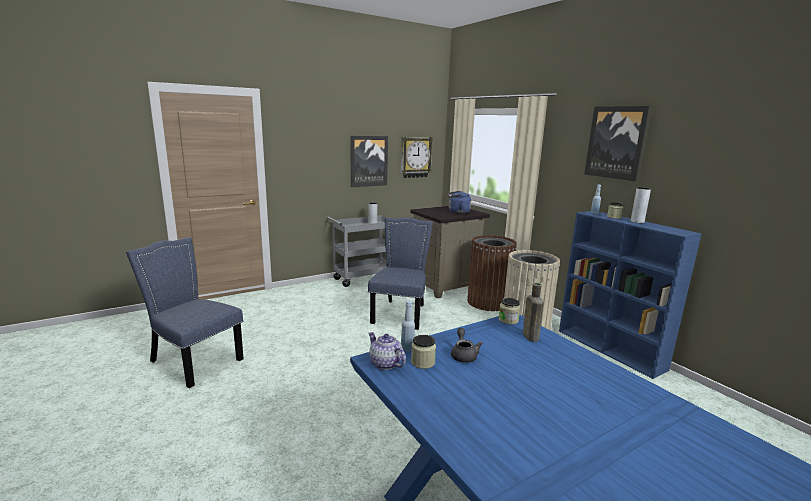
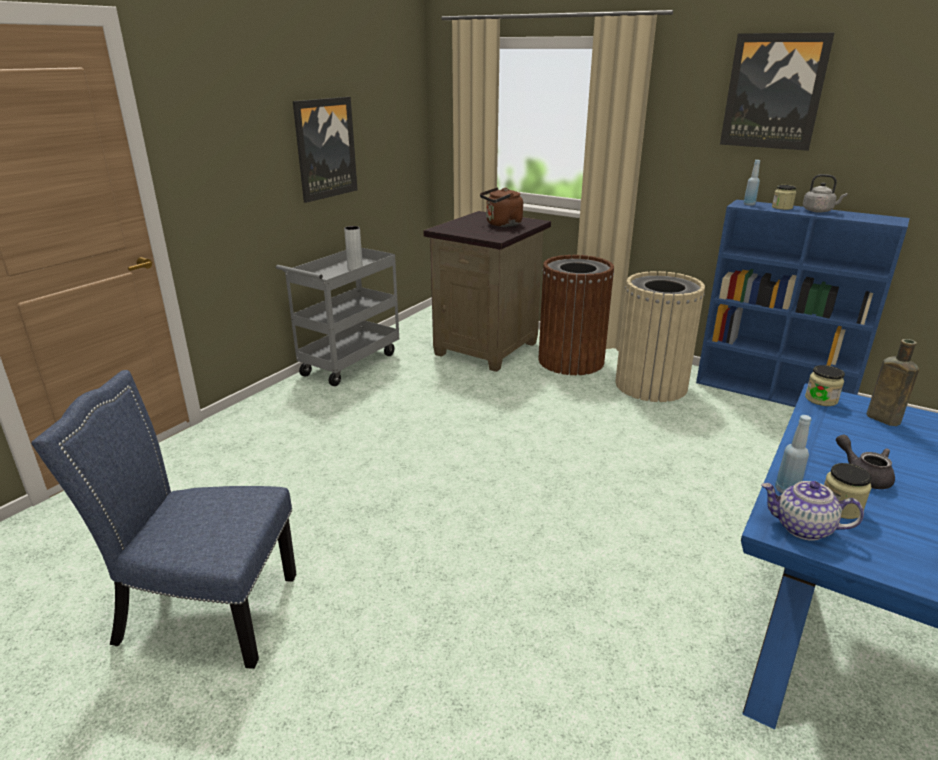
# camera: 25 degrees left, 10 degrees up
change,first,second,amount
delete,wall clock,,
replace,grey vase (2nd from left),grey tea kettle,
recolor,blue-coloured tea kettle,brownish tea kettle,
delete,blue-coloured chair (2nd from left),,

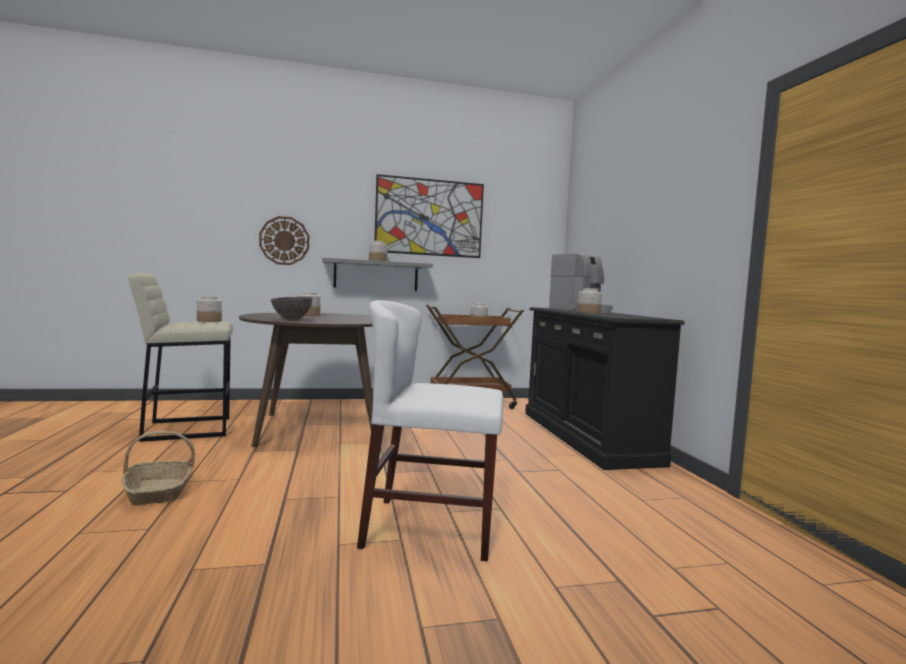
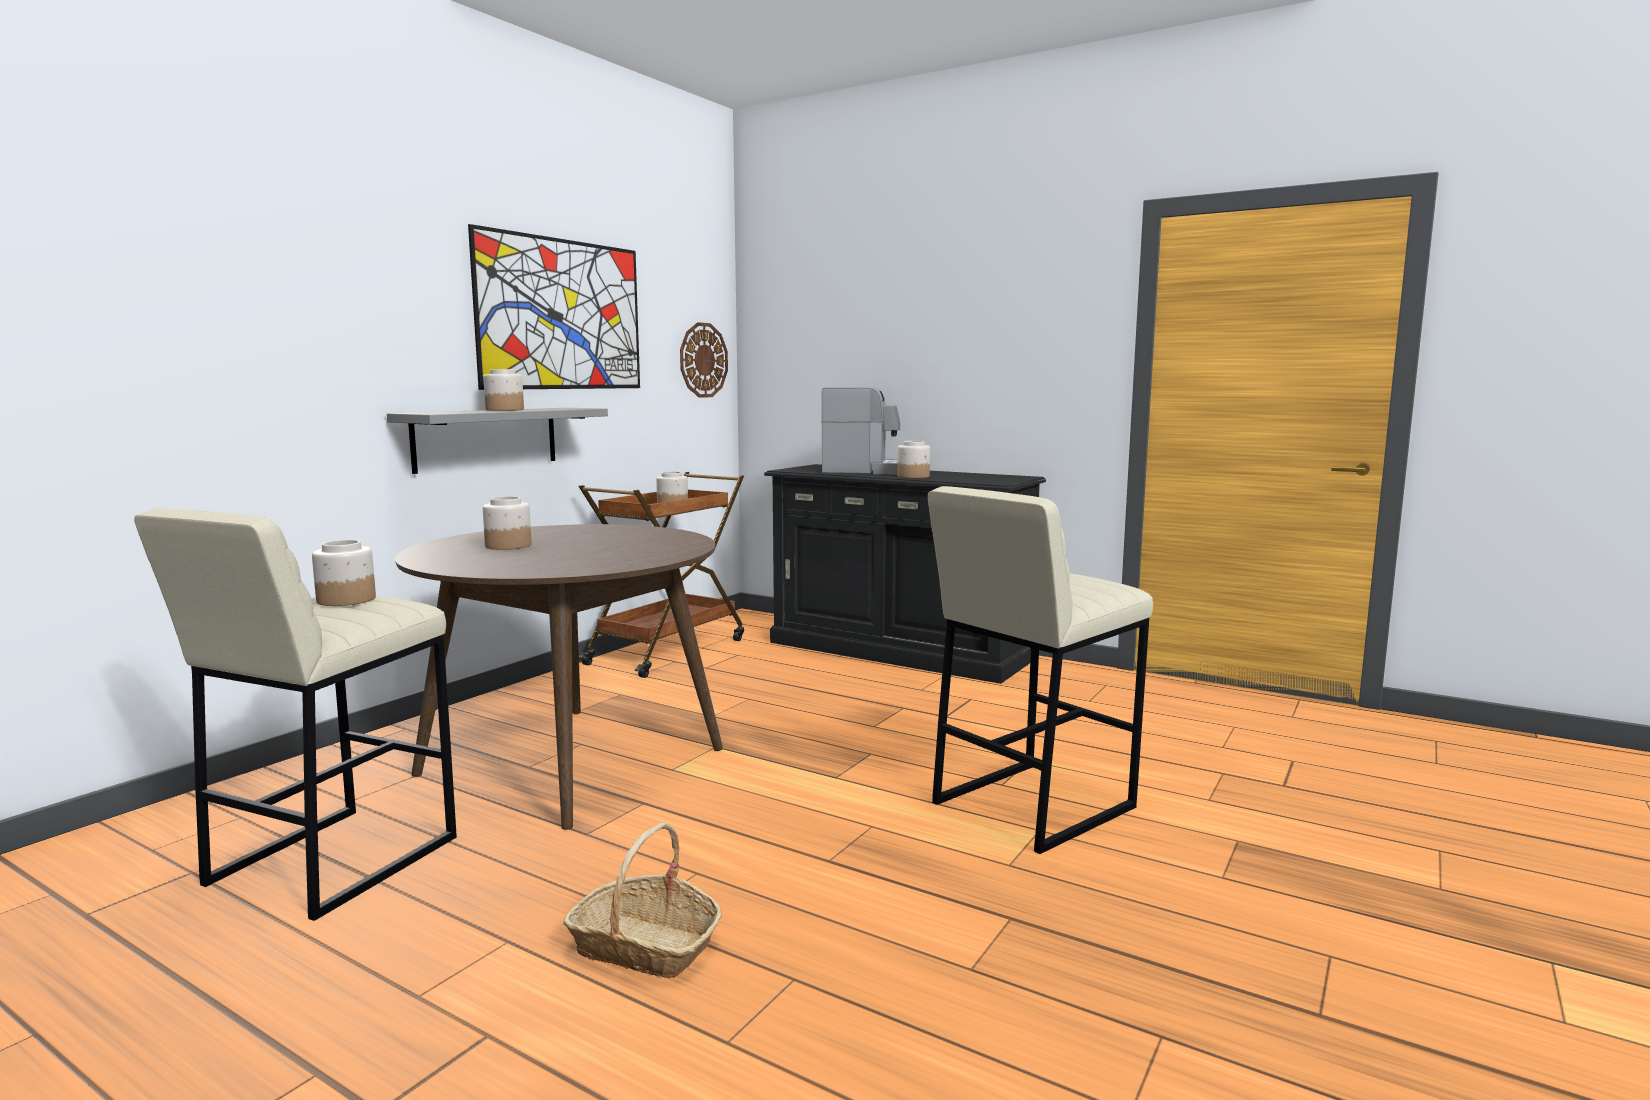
# camera: 45 degrees left, 5 degrees up
change,first,second,amount
move,wall clock,,
delete,brownish bowl,,
replace,whitish chair,beige-coloured sitting stool (2nd from left),

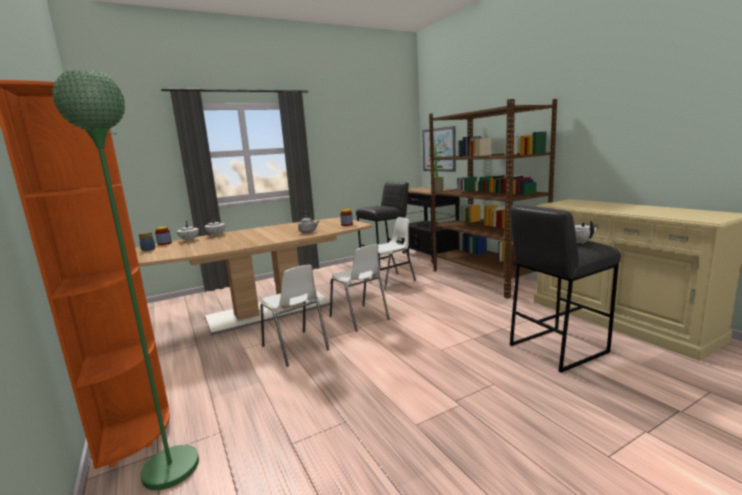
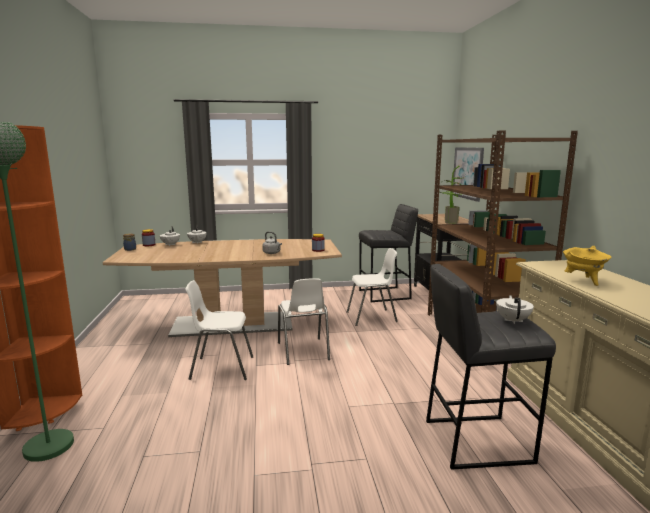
# camera: 20 degrees right, 0 degrees up
change,first,second,amount
rotate,whitish chair (1st from left),,105 degrees clockwise
insert,,yellowish cooking pot,

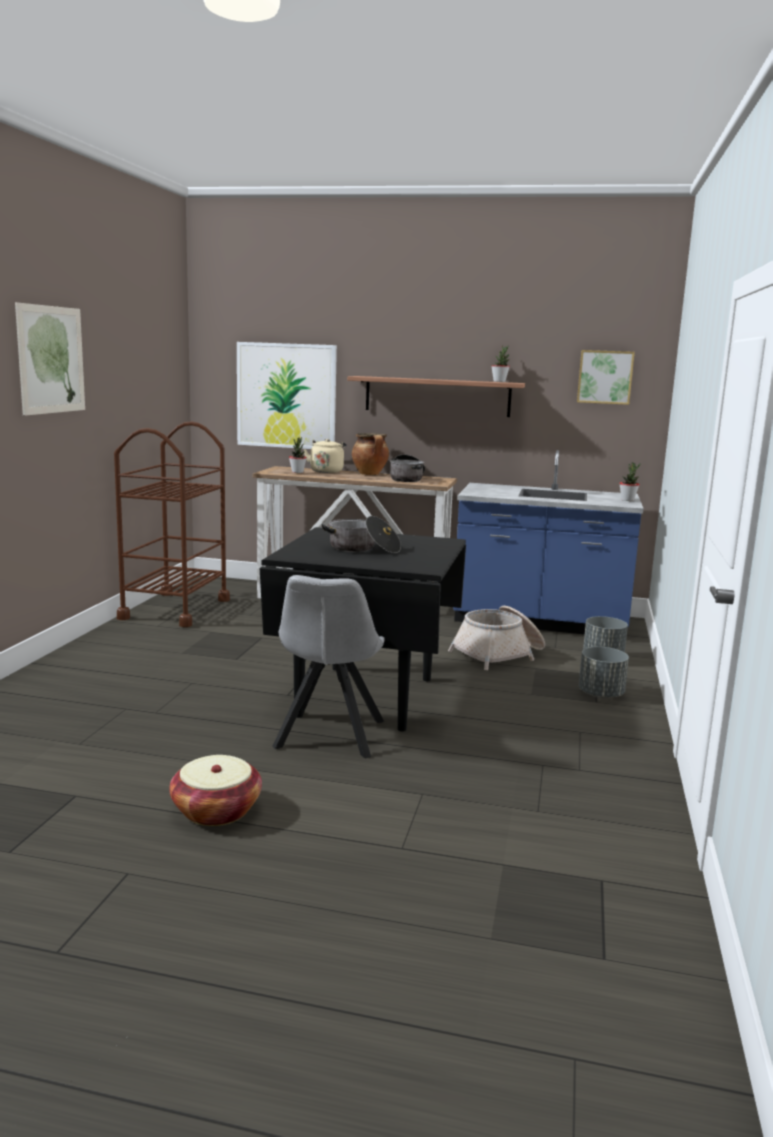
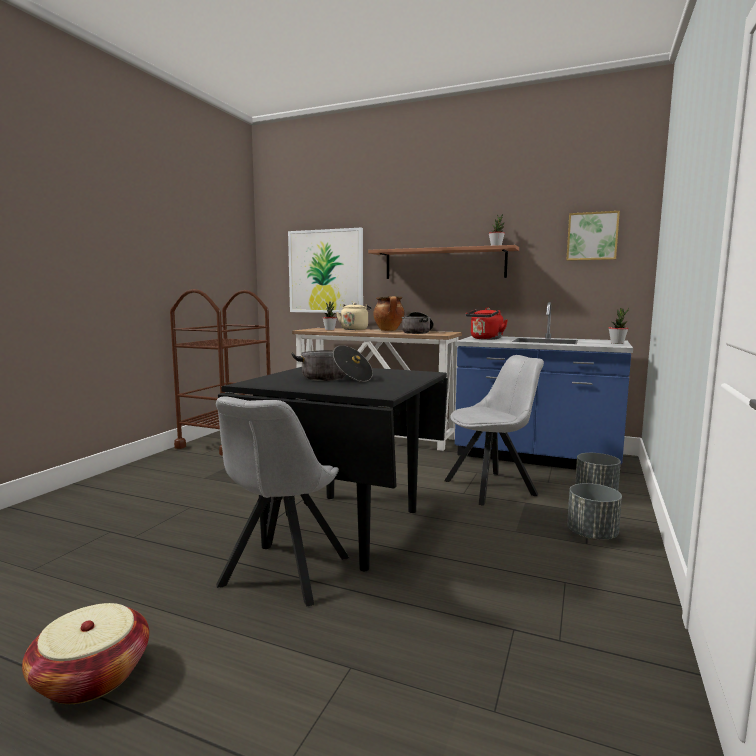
# camera: 10 degrees right, 5 degrees down
change,first,second,amount
delete,picture (1st from left),,
replace,storage basket (2nd from left),grey chair (2nd from left),
insert,,red-coloured tea kettle,

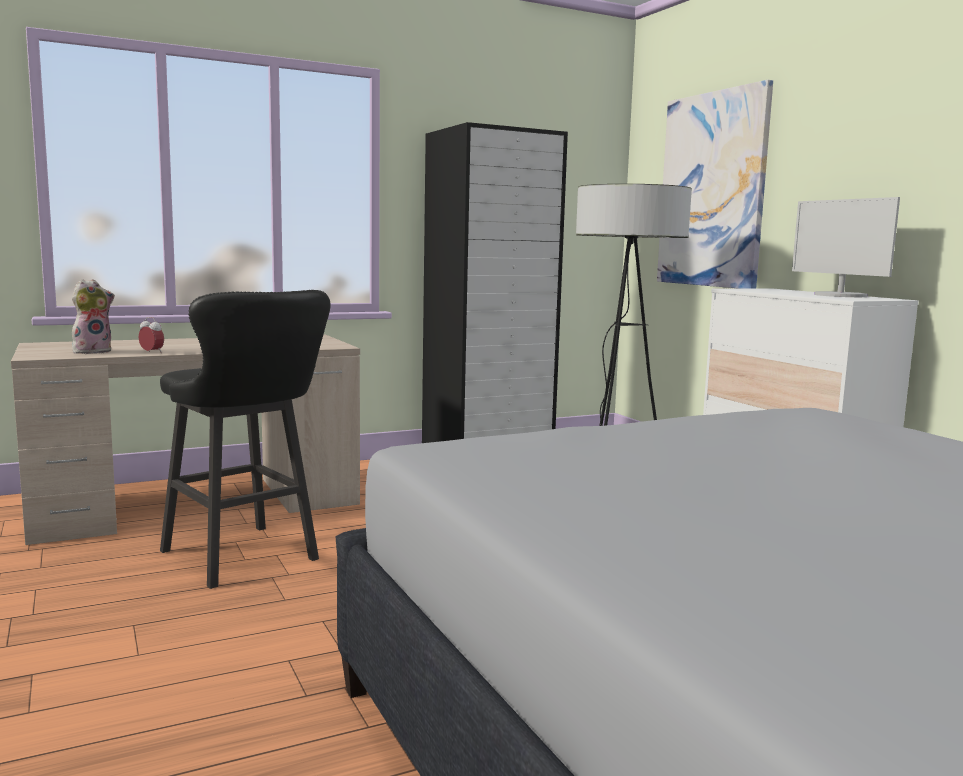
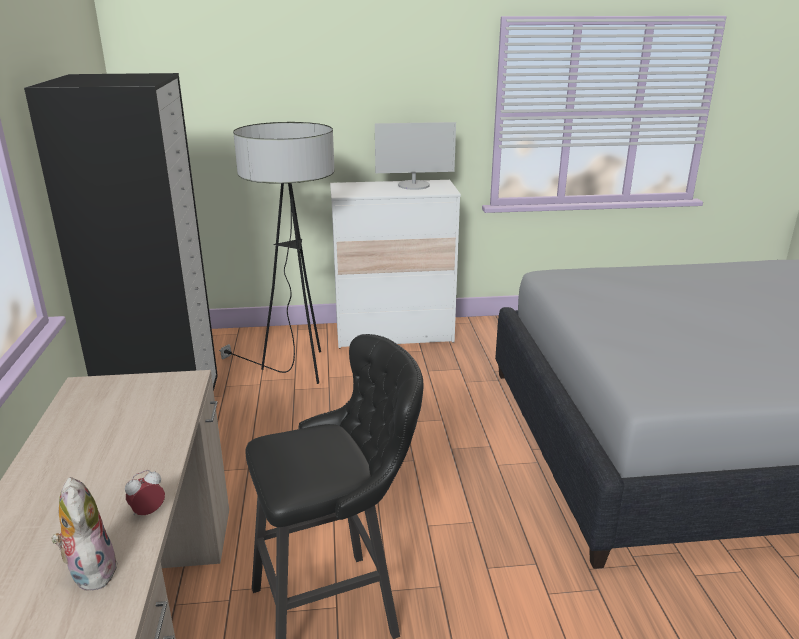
# camera: 70 degrees left, 15 degrees up
change,first,second,amount
delete,picture,,

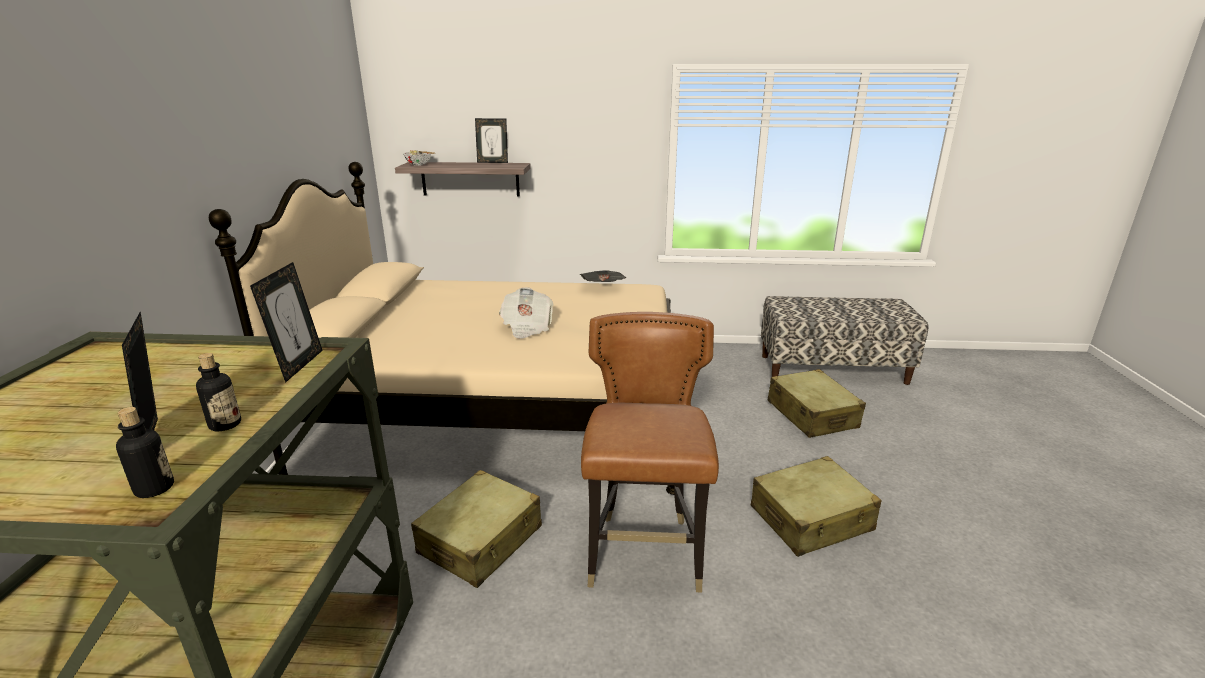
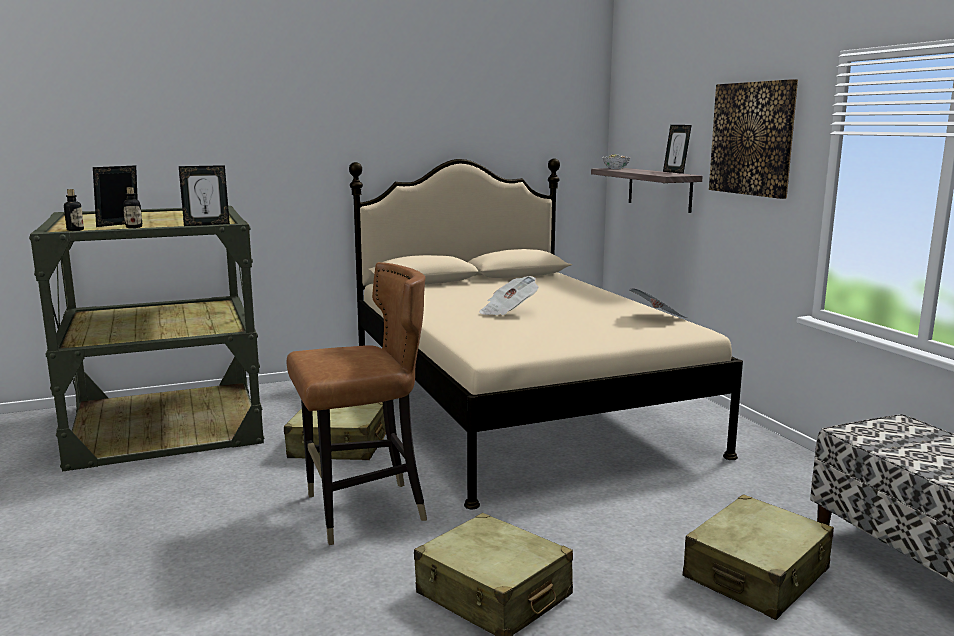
# camera: 65 degrees right, 10 degrees down
change,first,second,amount
insert,,picture,

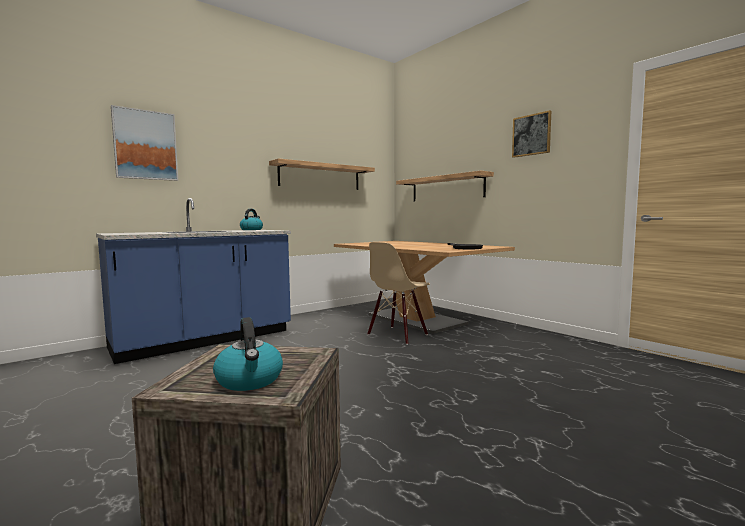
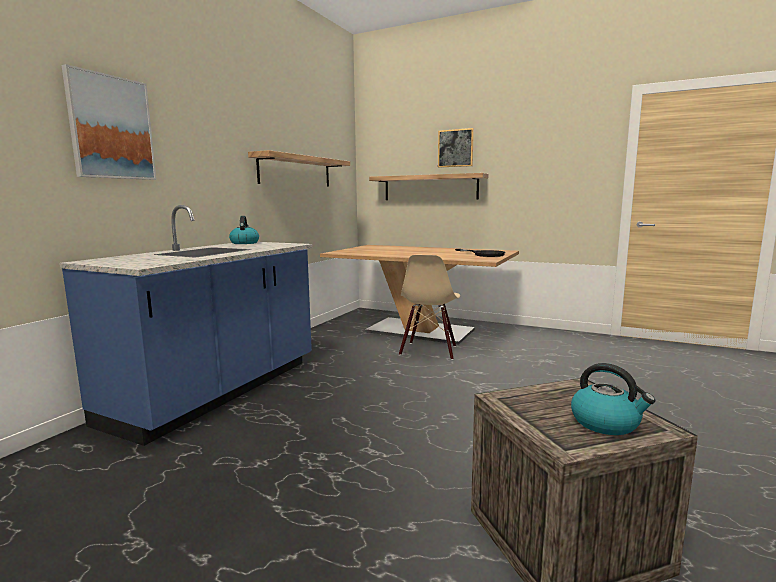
# camera: 25 degrees left, 5 degrees up
change,first,second,amount
move,picture (2nd from left),,

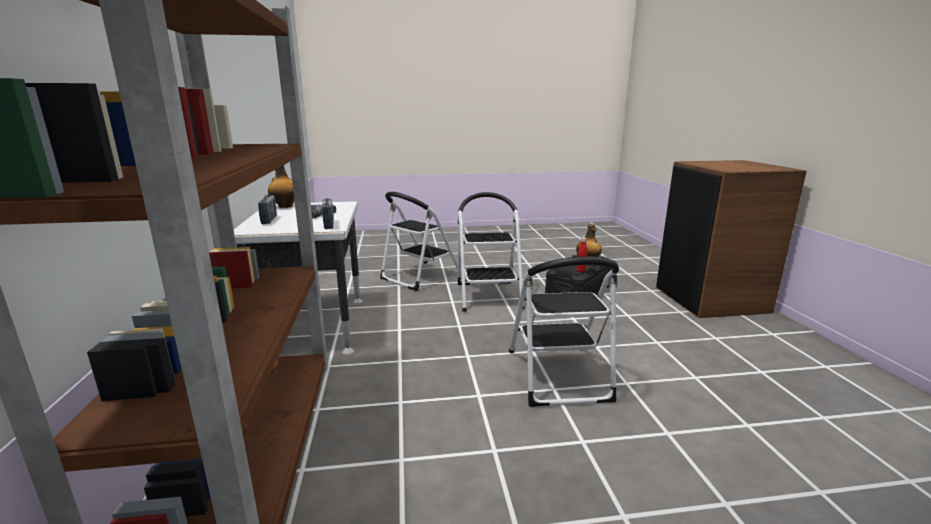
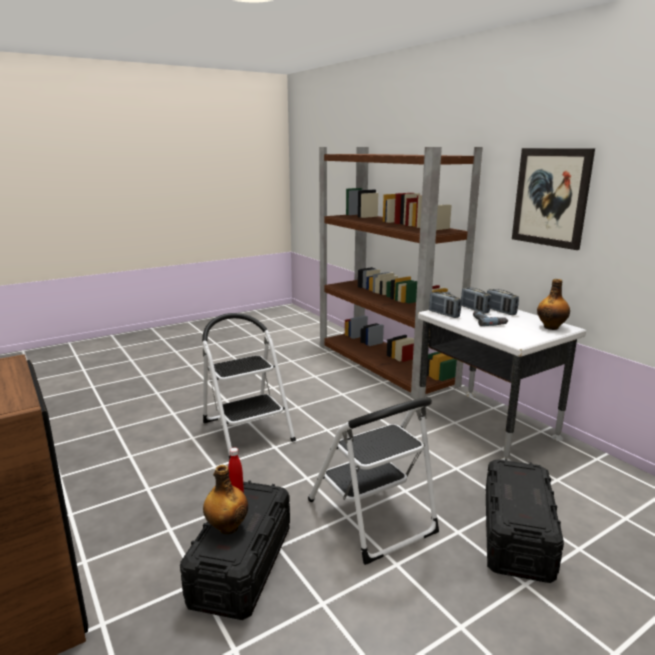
# camera: 155 degrees right, 0 degrees up
change,first,second,amount
replace,step stool (1st from left),blackish storage box (2nd from left),
insert,,picture,
insert,,radio set (2nd from left),

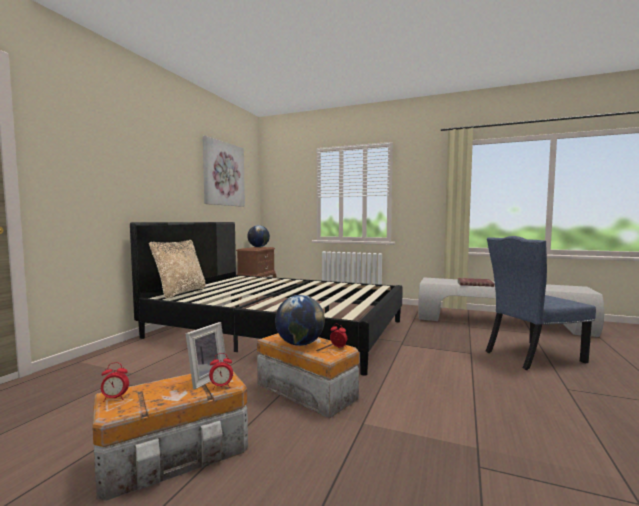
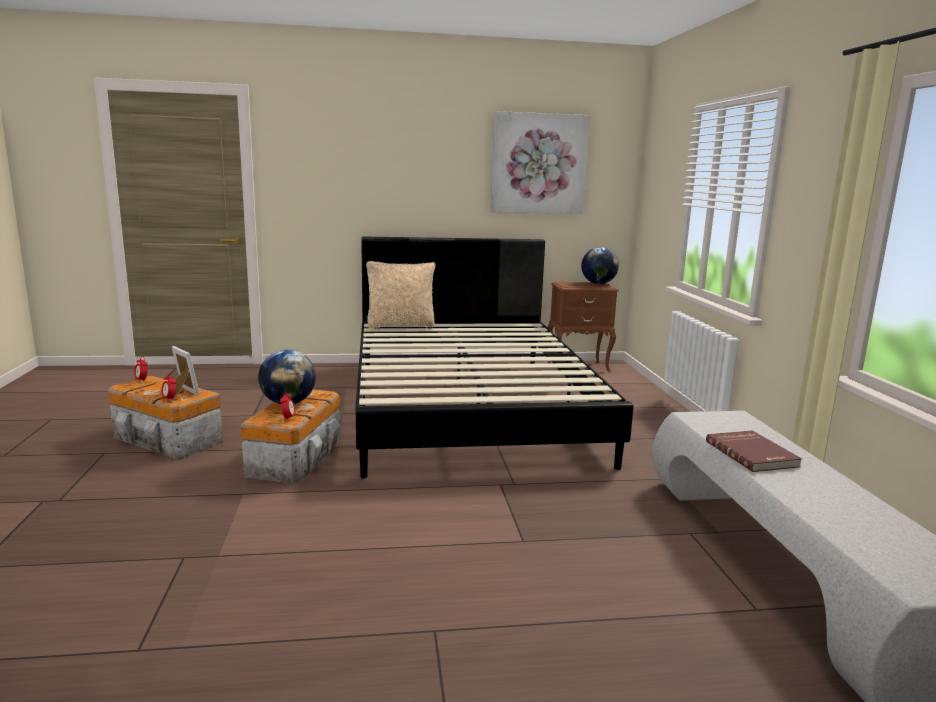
# camera: 60 degrees right, 10 degrees up
change,first,second,amount
delete,blue-coloured chair,,
rotate,picture frame,,135 degrees counterclockwise

